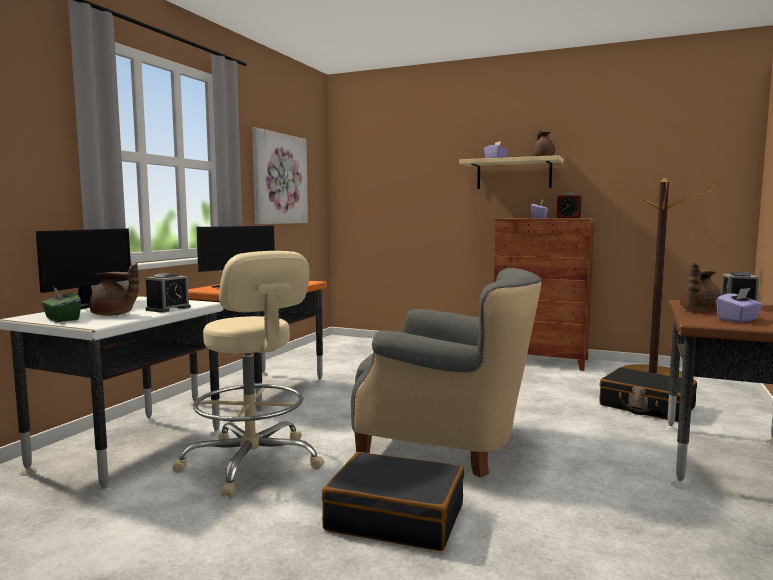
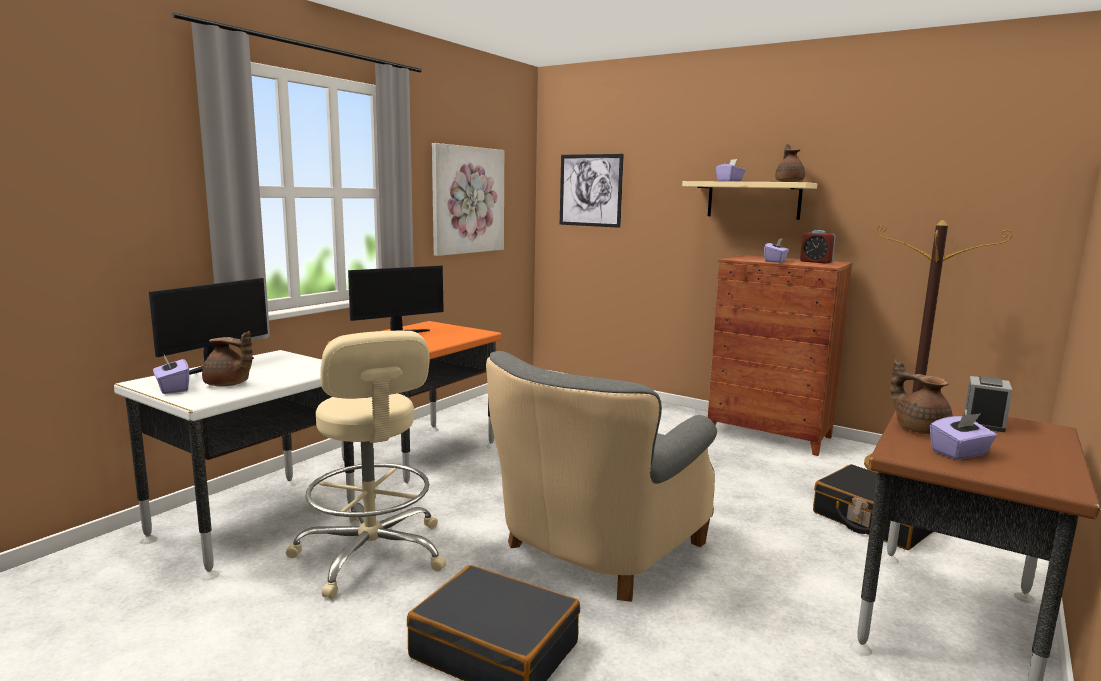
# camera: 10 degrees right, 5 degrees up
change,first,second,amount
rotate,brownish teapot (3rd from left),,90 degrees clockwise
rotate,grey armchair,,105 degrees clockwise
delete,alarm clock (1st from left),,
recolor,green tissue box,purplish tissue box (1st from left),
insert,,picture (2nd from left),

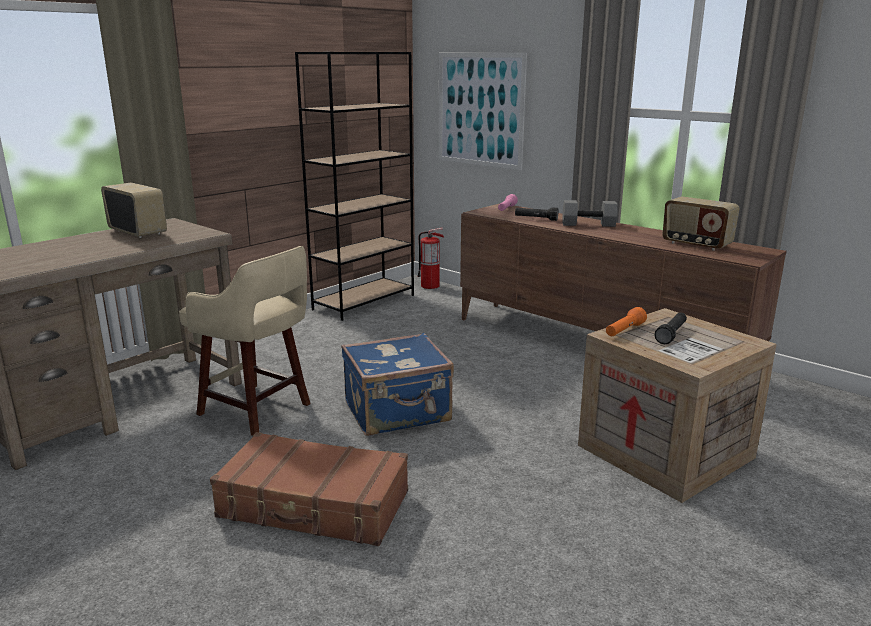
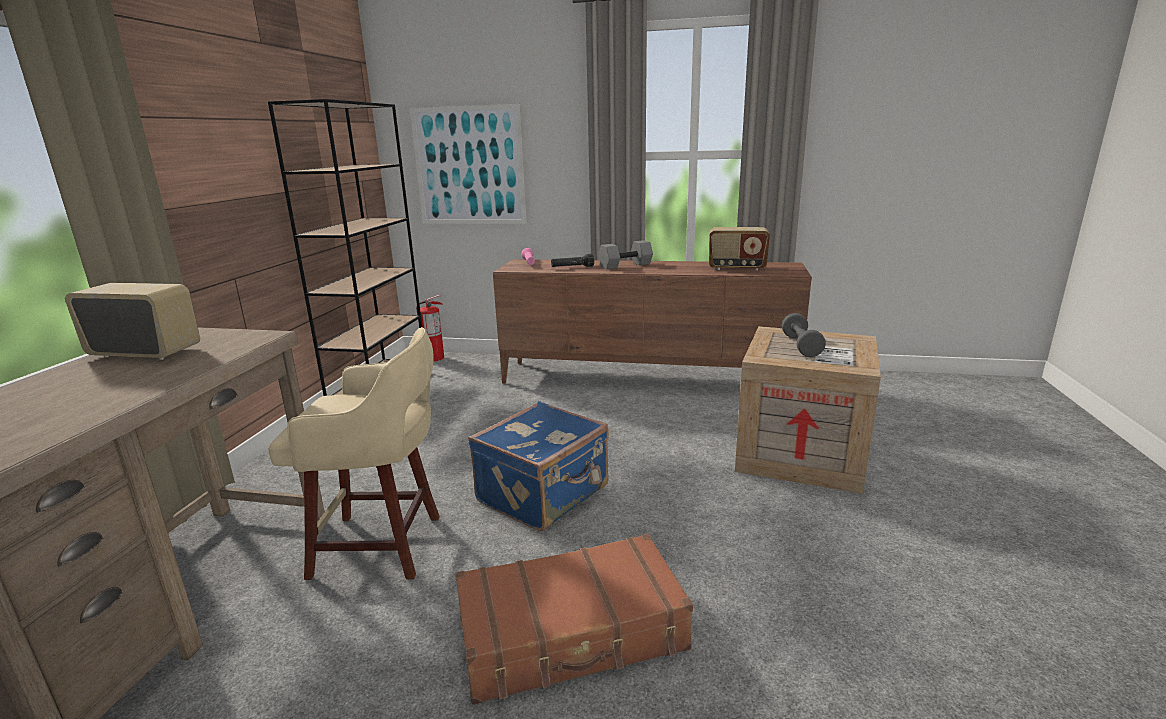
# camera: 30 degrees left, 0 degrees up
change,first,second,amount
delete,orange-coloured torch,,
replace,blackish torch (2nd from left),grey free weight (2nd from left),

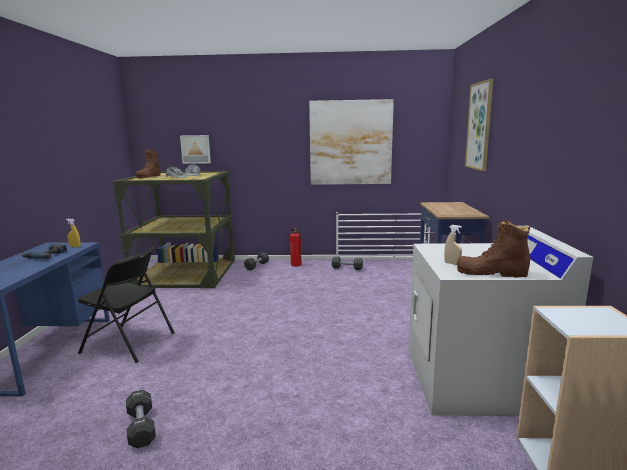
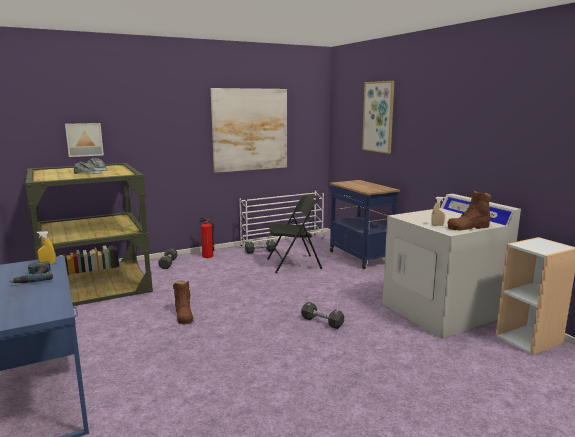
# camera: 30 degrees left, 0 degrees up
change,first,second,amount
move,brownish high-top boot (1st from left),,
move,blackish chair,,
move,blackish free weight (1st from left in the first image),blackish free weight (3rd from left),

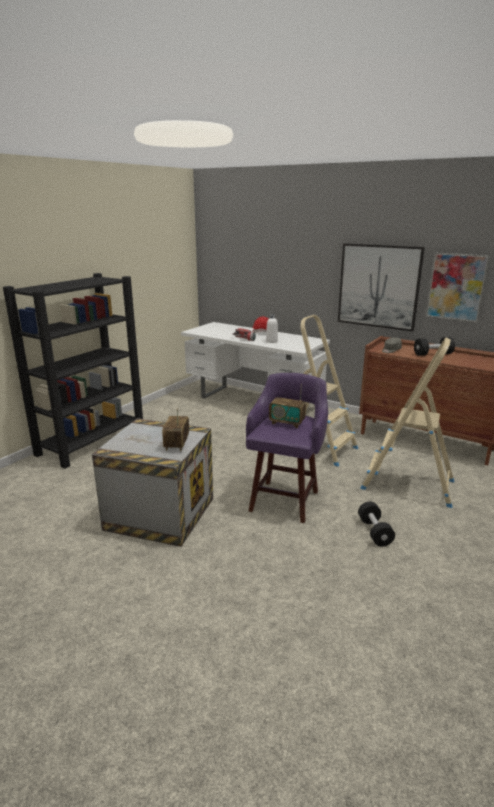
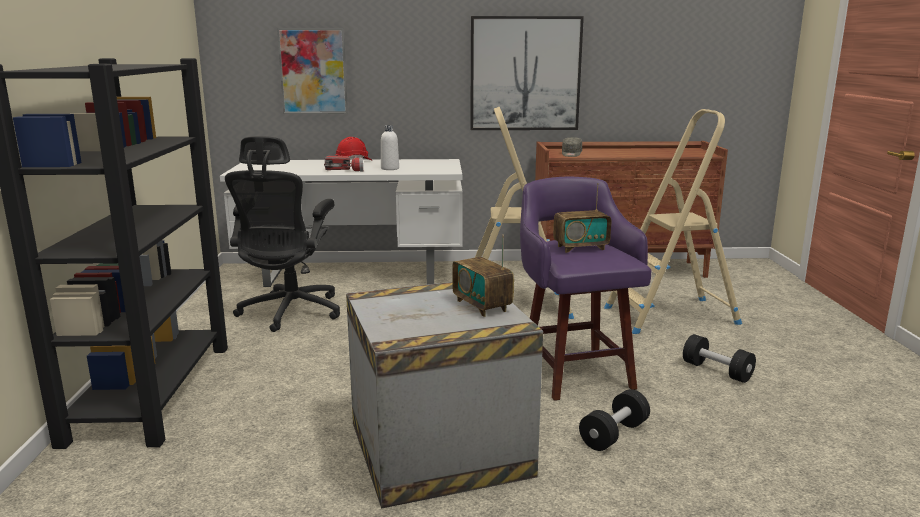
# camera: 35 degrees left, 5 degrees down
change,first,second,amount
move,picture (2nd from left in the first image),picture (1st from left),
move,blackish free weight (2nd from left in the first image),blackish free weight (1st from left),
insert,,desk chair,

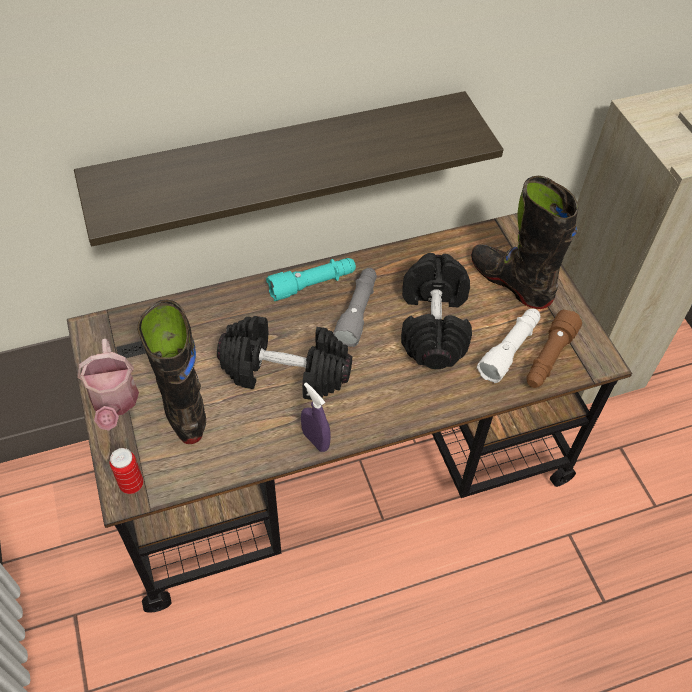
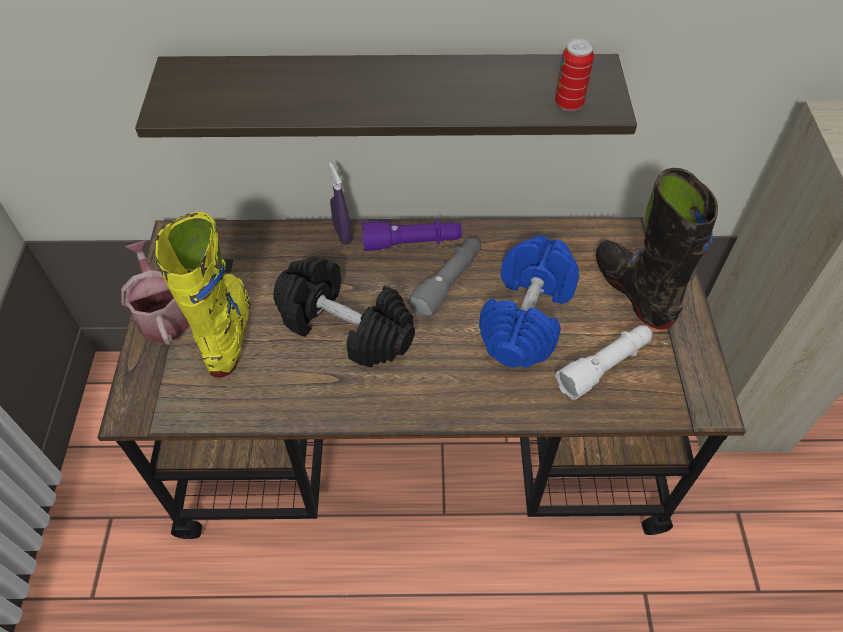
# camera: 20 degrees right, 0 degrees up
change,first,second,amount
recolor,blackish free weight (2nd from left),blue-coloured free weight,
recolor,turquoise torch,purplish torch,
recolor,blackish high-top boot (1st from left),yellowish high-top boot,
delete,brownish torch,,
rotate,watering can,,150 degrees clockwise
move,purplish hand sprayer,,
move,can,,

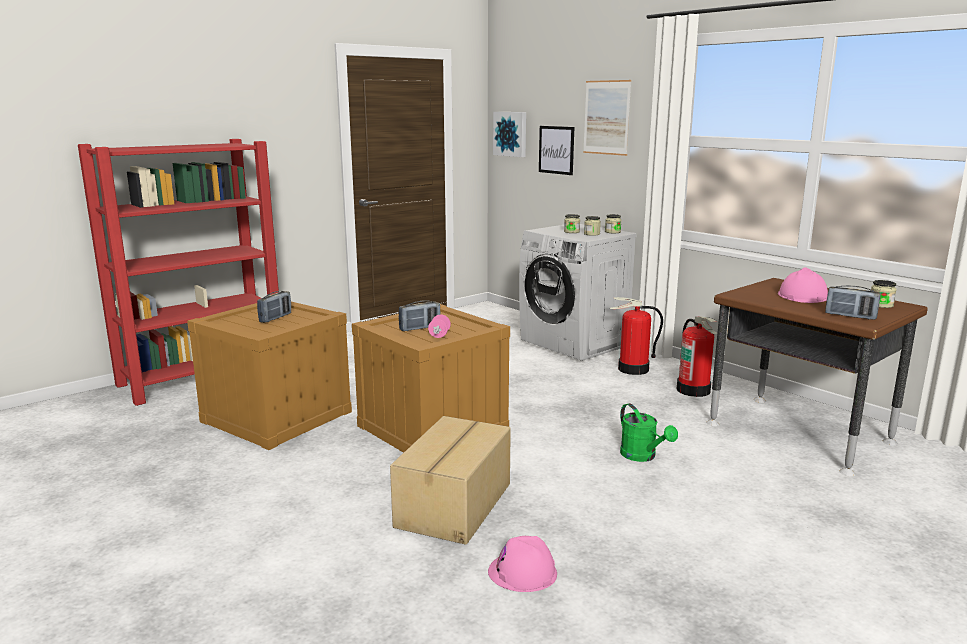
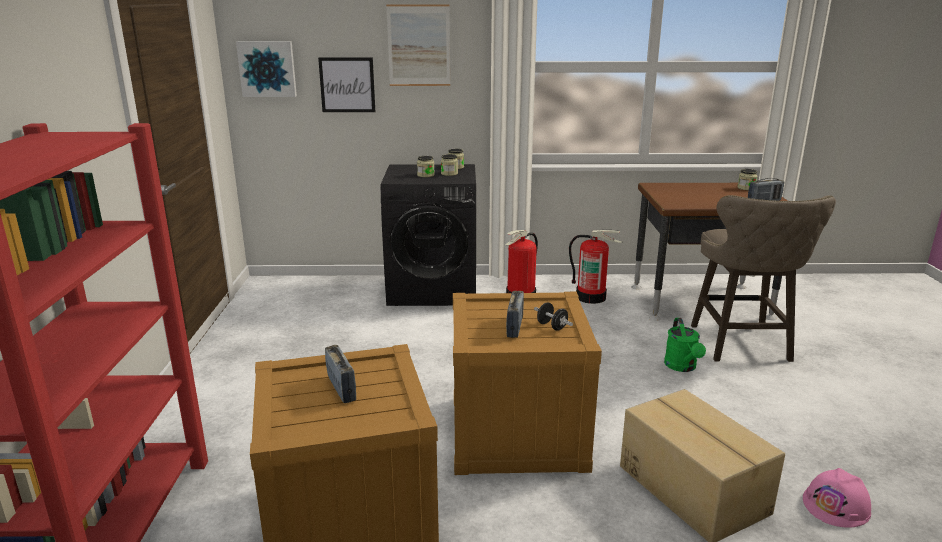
# camera: 50 degrees left, 5 degrees up
change,first,second,amount
recolor,whitish laundry machine,blackish laundry machine,
delete,pinkish safety helmet (2nd from left),,
recolor,pinkish free weight,blackish free weight,
rotate,green watering can,,75 degrees clockwise
insert,,beige-coloured sitting stool,

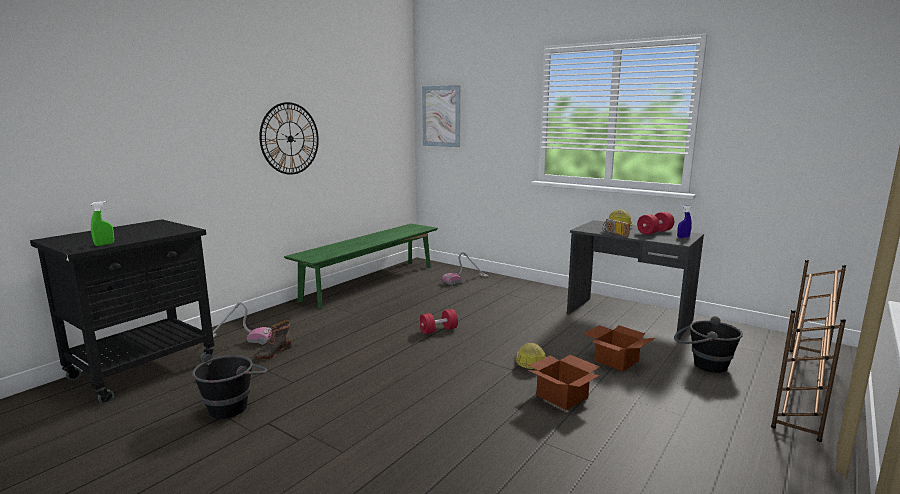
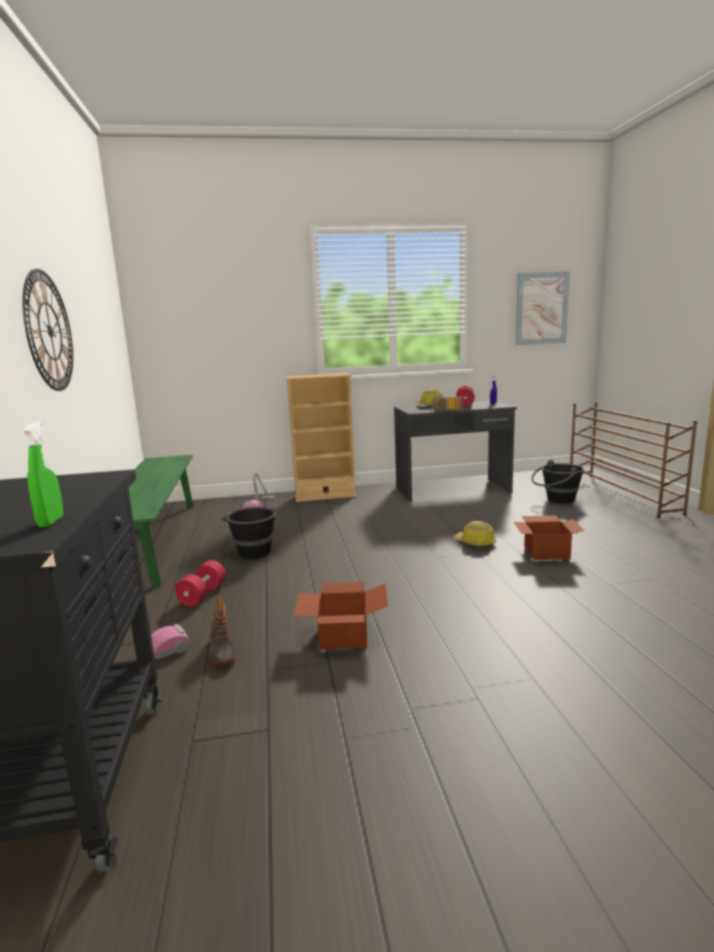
# camera: 45 degrees left, 0 degrees up
change,first,second,amount
move,picture,,
move,red-coloured free weight (1st from left),,
move,carton (2nd from left in the first image),carton (1st from left),
move,blackish water bucket (1st from left),,
insert,,beige-coloured bookcase,

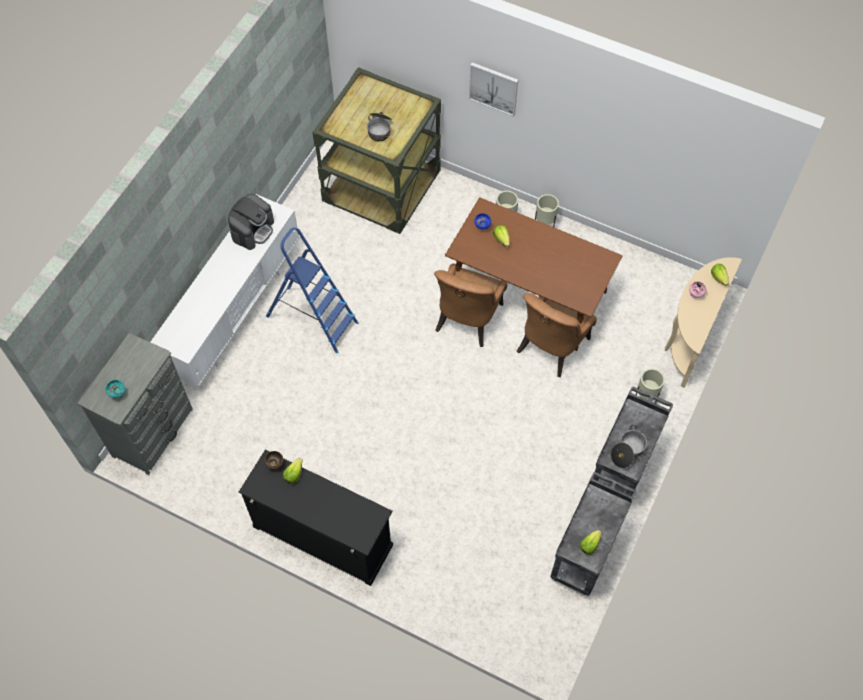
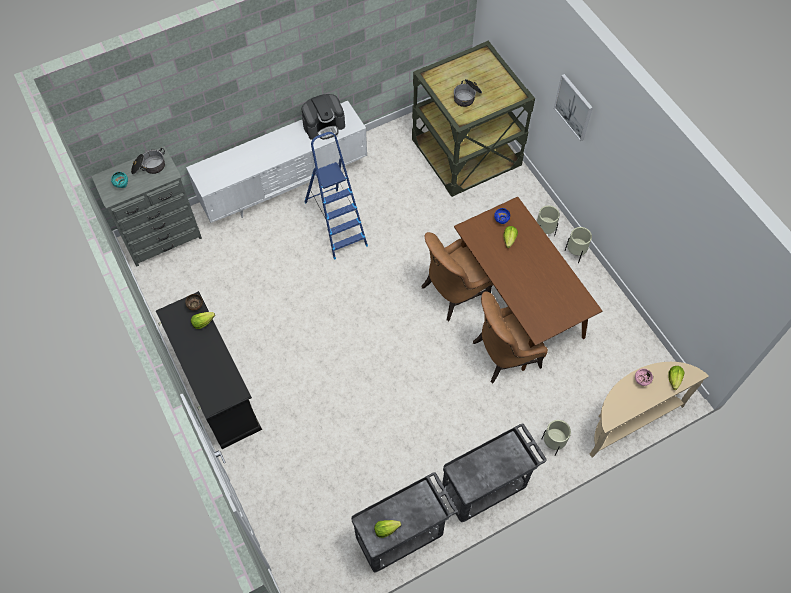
# camera: 35 degrees right, 0 degrees up
change,first,second,amount
move,cooking pot (2nd from left in the first image),cooking pot (1st from left),

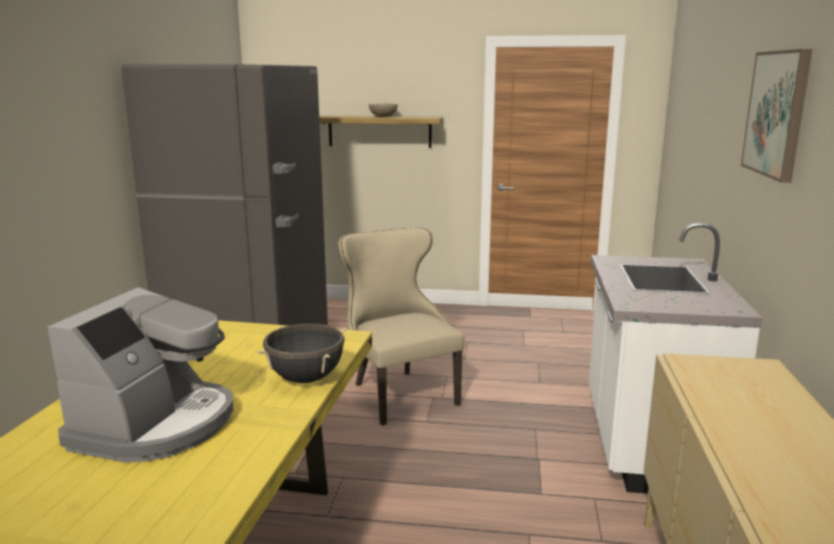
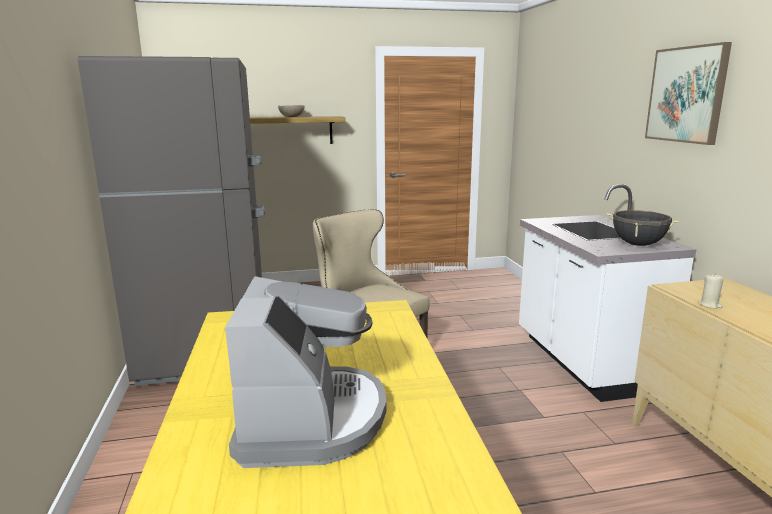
# camera: 20 degrees left, 0 degrees up
change,first,second,amount
move,blackish cooking pot,,
insert,,beige-coloured wax candle,

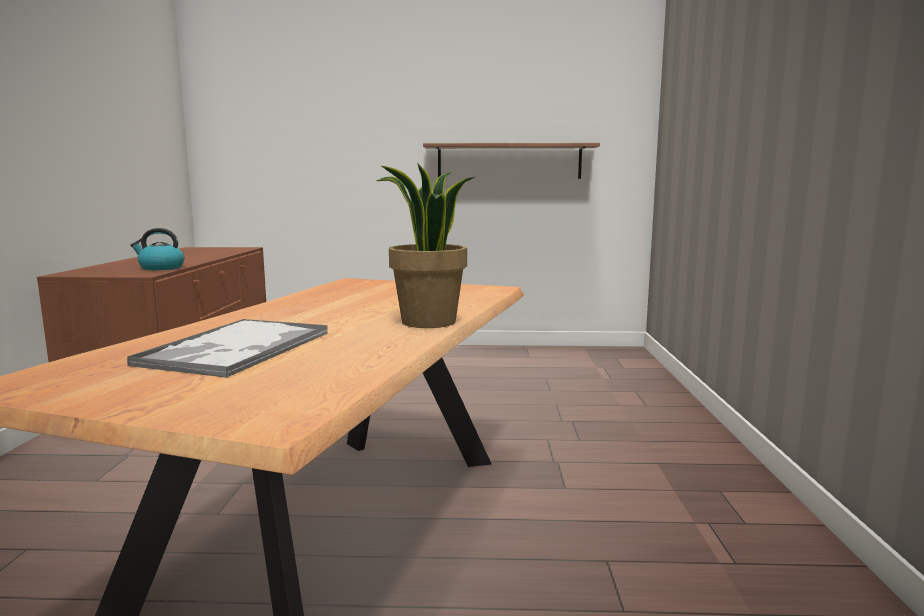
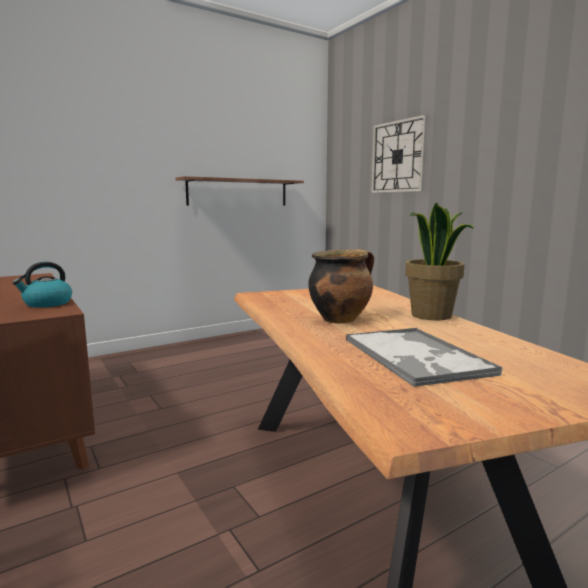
# camera: 35 degrees left, 0 degrees up
change,first,second,amount
insert,,wall clock,
insert,,cooking pot,

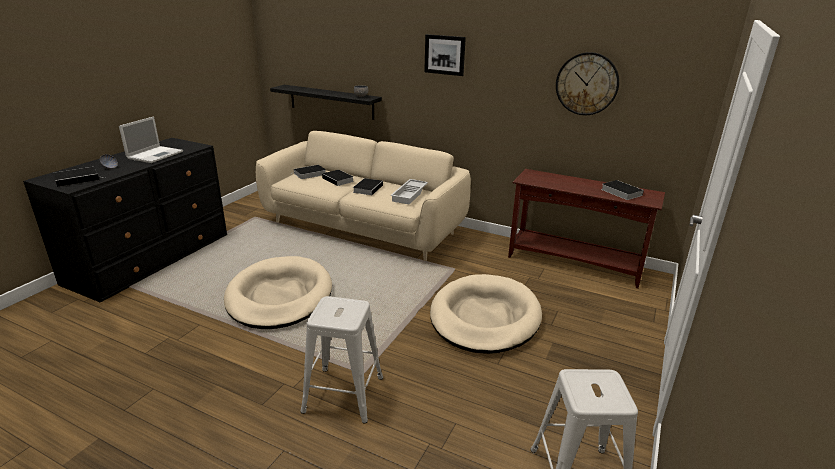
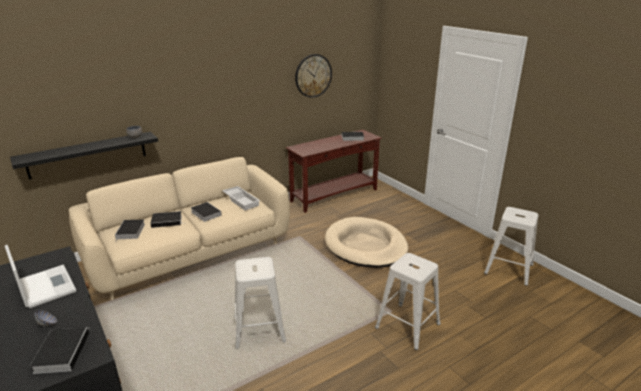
# camera: 60 degrees left, 0 degrees up
change,first,second,amount
delete,picture,,
replace,beige-coloured dog cushion (1st from left),whitish sitting stool (1st from left),

